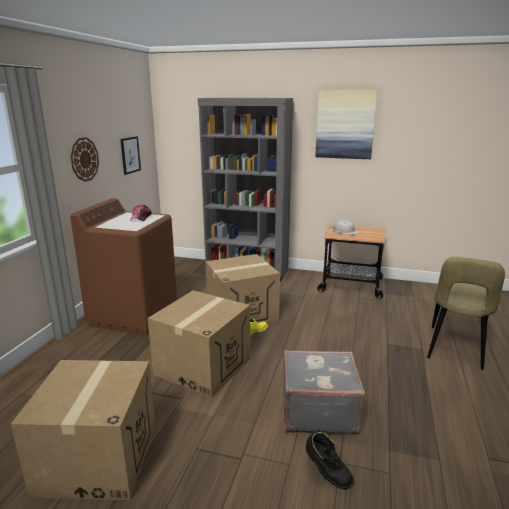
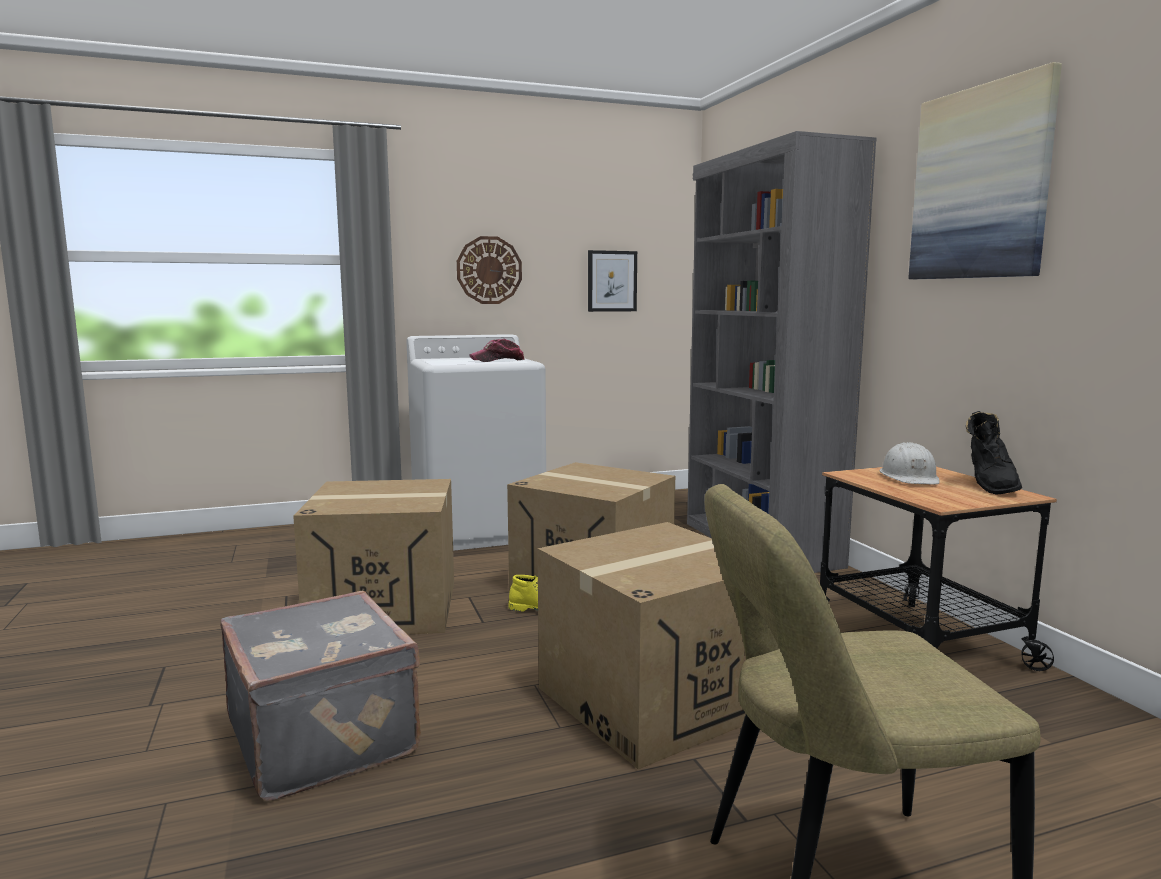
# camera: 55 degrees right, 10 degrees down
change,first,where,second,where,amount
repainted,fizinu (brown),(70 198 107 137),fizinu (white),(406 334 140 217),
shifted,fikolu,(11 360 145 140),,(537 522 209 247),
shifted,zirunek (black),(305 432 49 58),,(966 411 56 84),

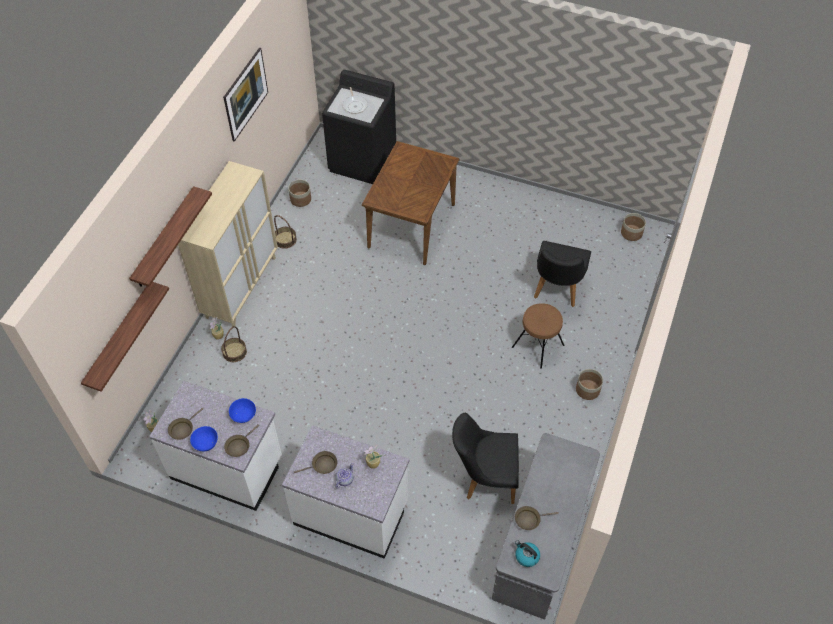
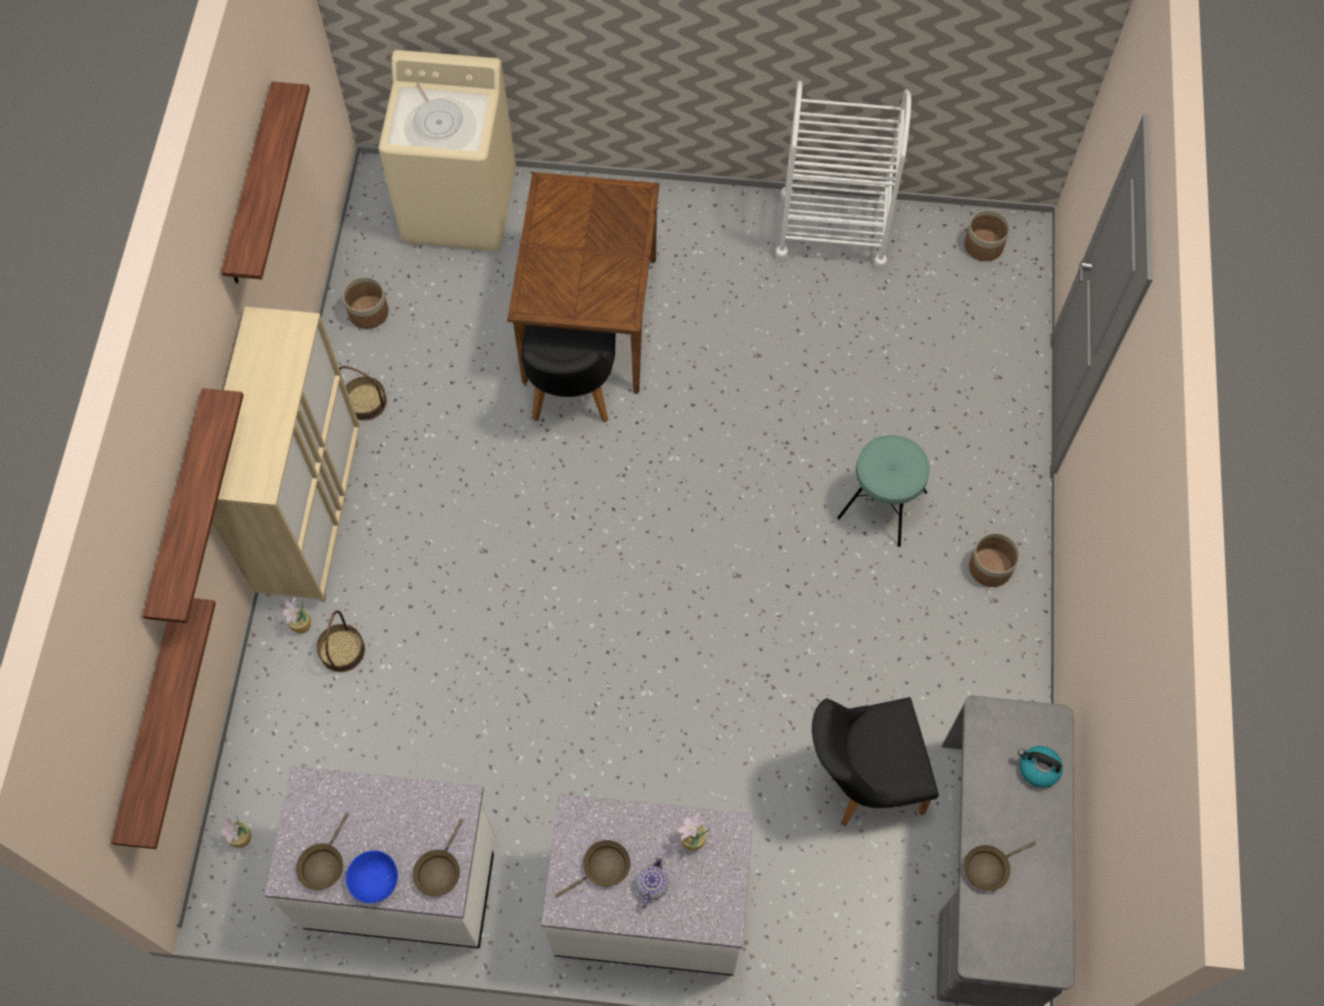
# camera: 15 degrees left, 10 degrees up
change,first,where,second,where,amount
swapped,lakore,(223 48 45 94),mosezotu,(221 82 89 202),
repainted,fizinu (black),(322 70 74 114),fizinu (beige),(378 50 138 201),
shifted,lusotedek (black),(534 241 57 66),,(521 325 95 97),
new,,,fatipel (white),(775 81 136 189),
repainted,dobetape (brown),(512 303 52 66),dobetape (turquoise),(837 435 93 112),
shifted,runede,(515 540 25 27),,(1018 746 45 42),
gone,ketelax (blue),(229 398 27 25),,,

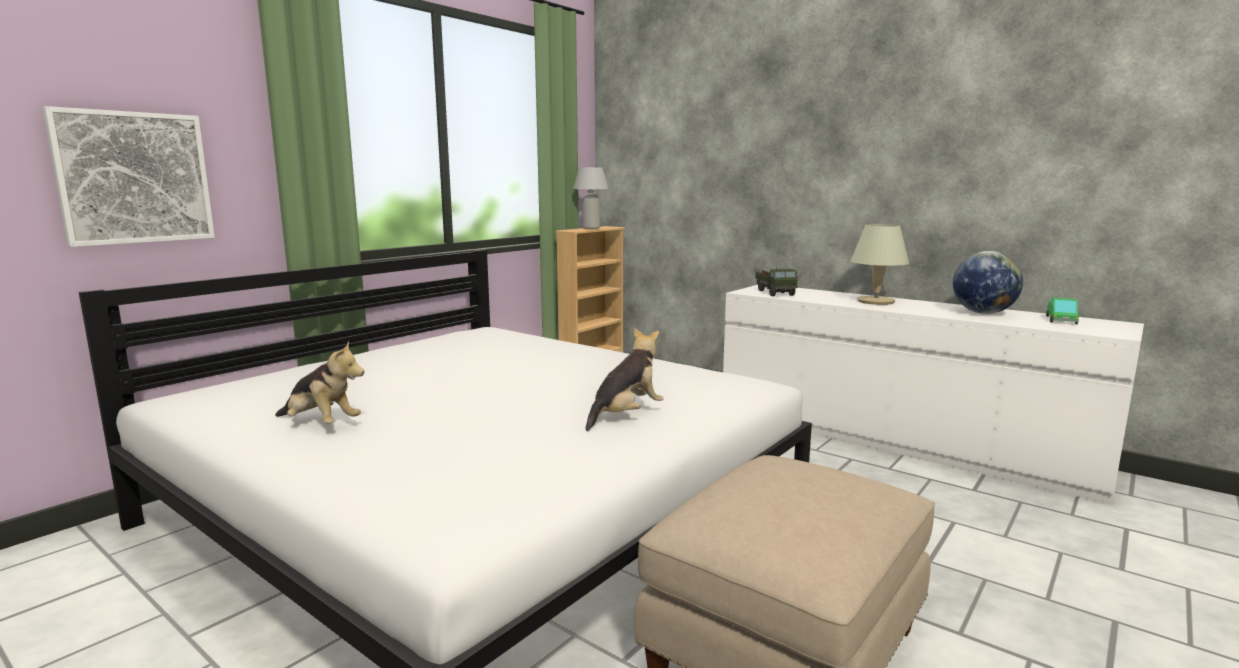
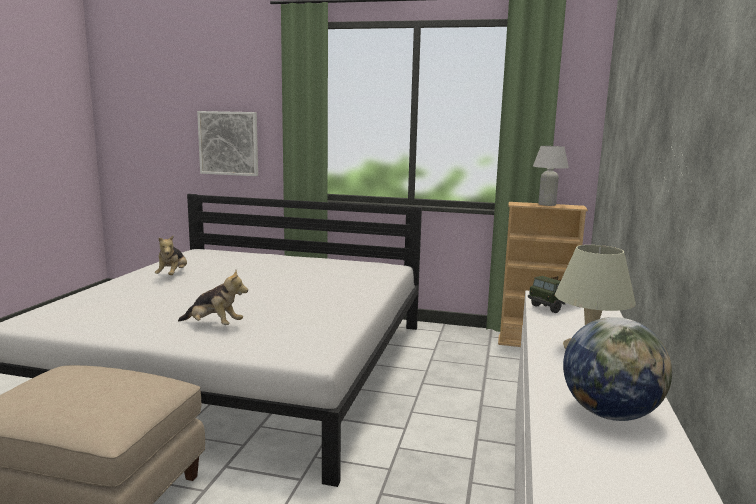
# camera: 65 degrees right, 0 degrees up
change,first,where,second,where,amount
gone,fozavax,(1046 298 35 26),,,

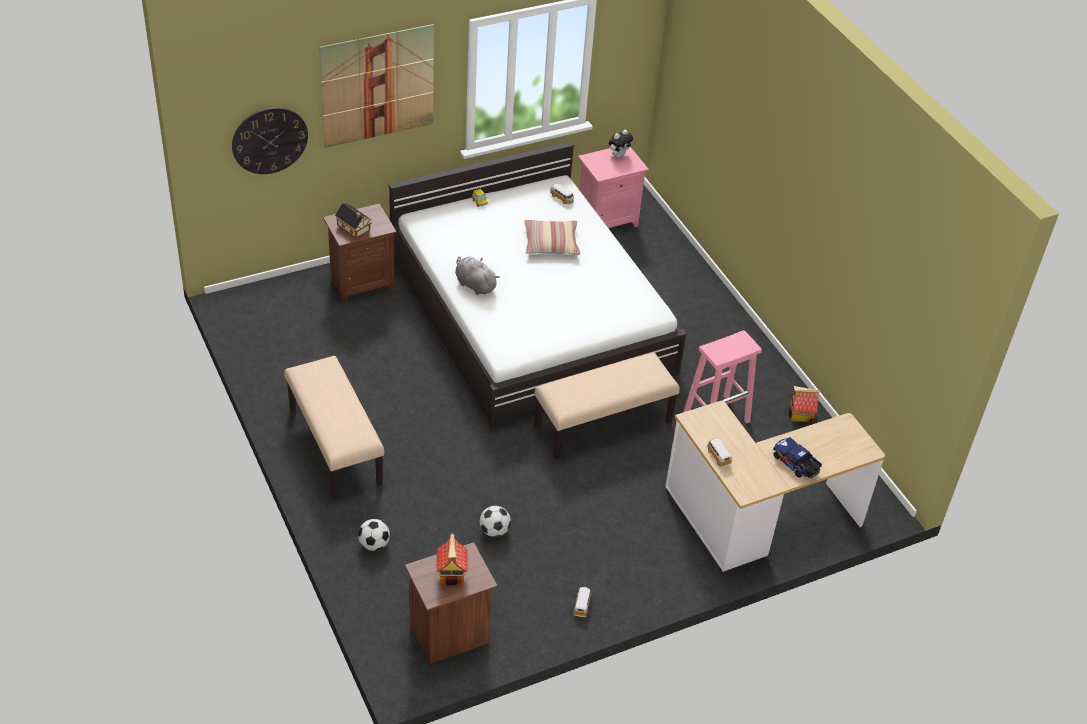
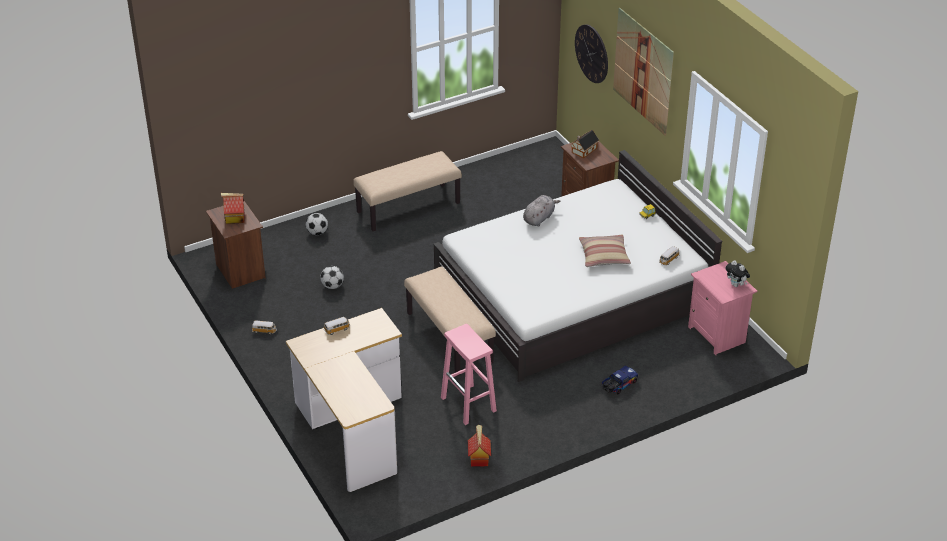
# camera: 90 degrees right, 5 degrees down
change,first,where,second,where,amount
shifted,fozavax,(773 437 49 41),,(602 366 36 28),

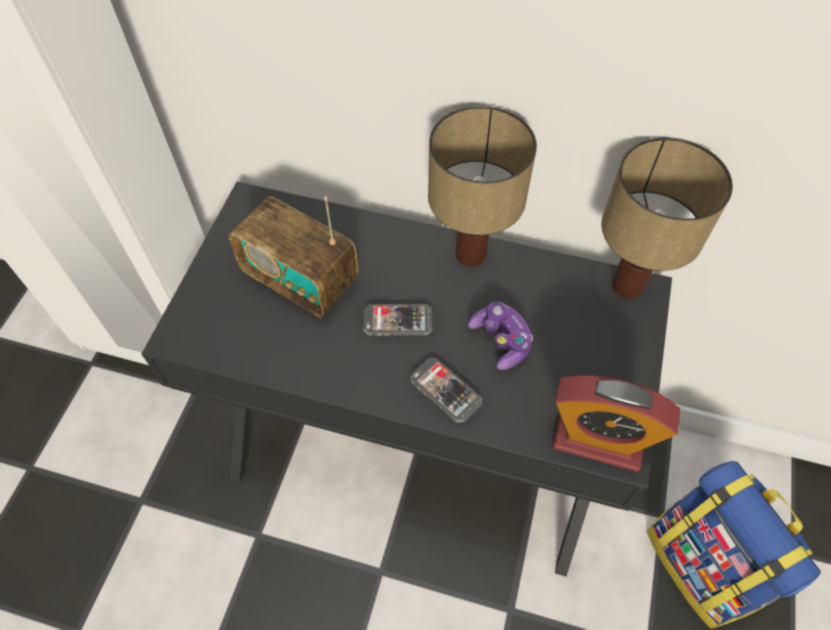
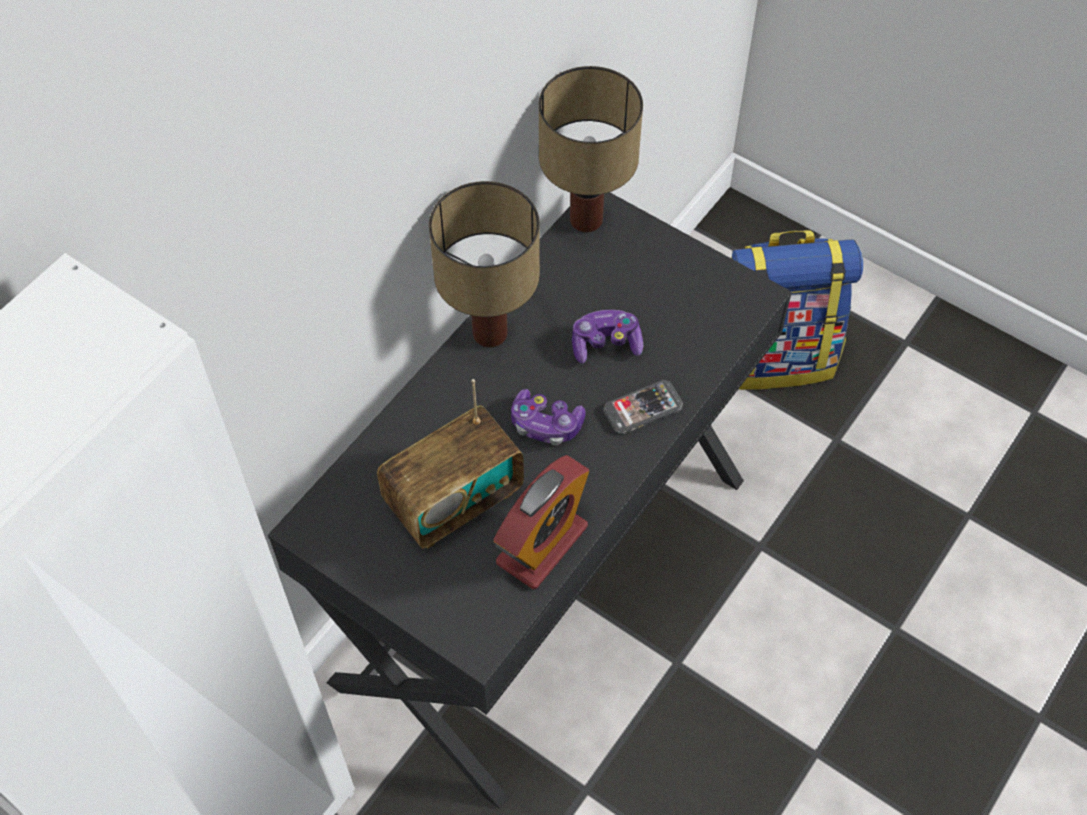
# camera: 70 degrees left, 0 degrees up
change,first,where,second,where,amount
shifted,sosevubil,(553 375 128 97),,(494 455 95 135),
swapped,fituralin,(363 304 70 32),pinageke,(511 389 74 56),

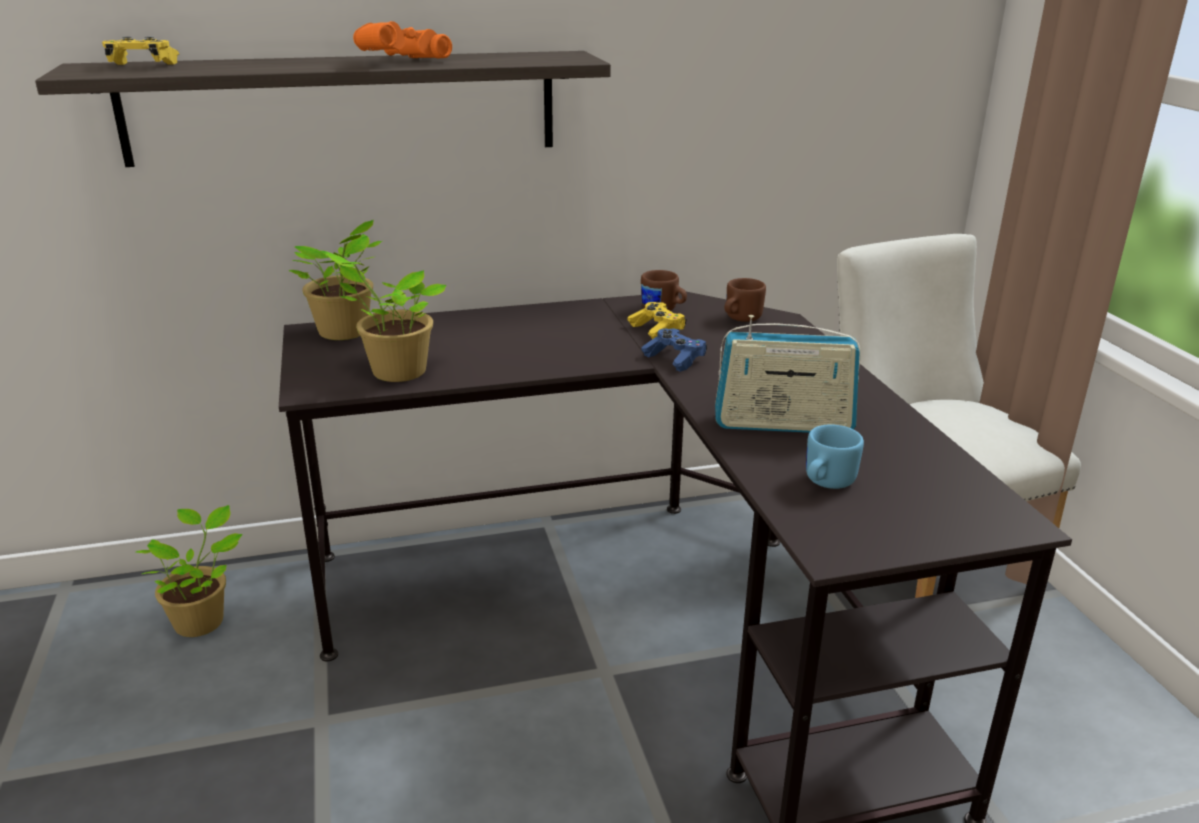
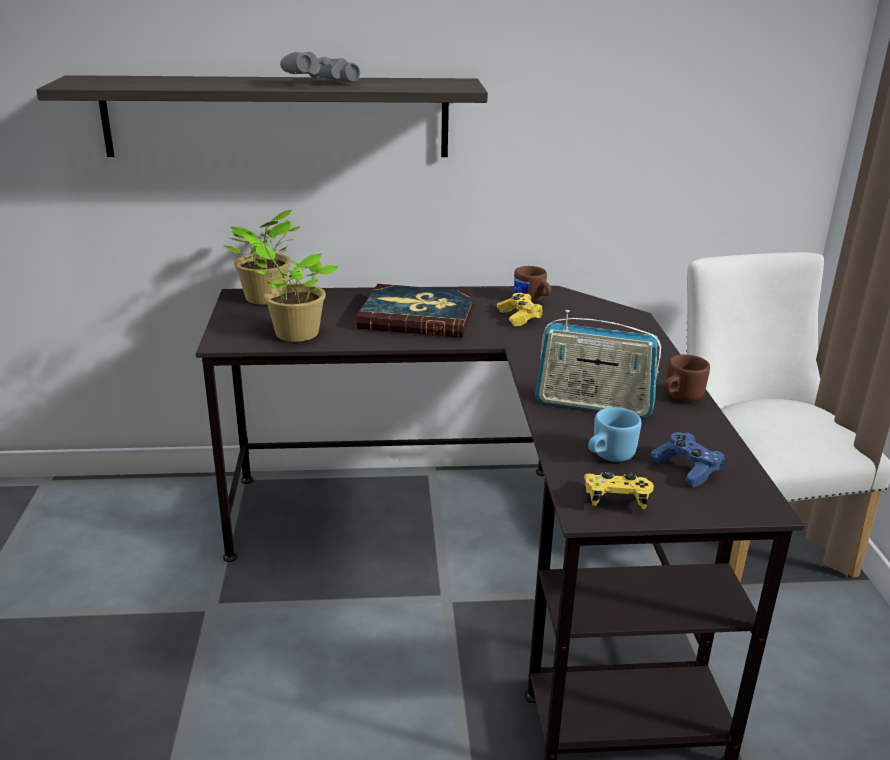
# camera: 10 degrees right, 0 degrees up
change,first,where,second,where,amount
repainted,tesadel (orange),(353 21 99 37),tesadel (grey),(280 52 80 30),
new,,,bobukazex,(356 284 119 54),
shifted,pinageke (yellow),(102 36 77 29),,(584 471 70 38),
shifted,pinageke (blue),(641 328 66 44),,(650 432 76 55),
shifted,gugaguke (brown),(725 278 41 44),,(663 354 47 48),
gone,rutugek,(136 505 107 132),,,

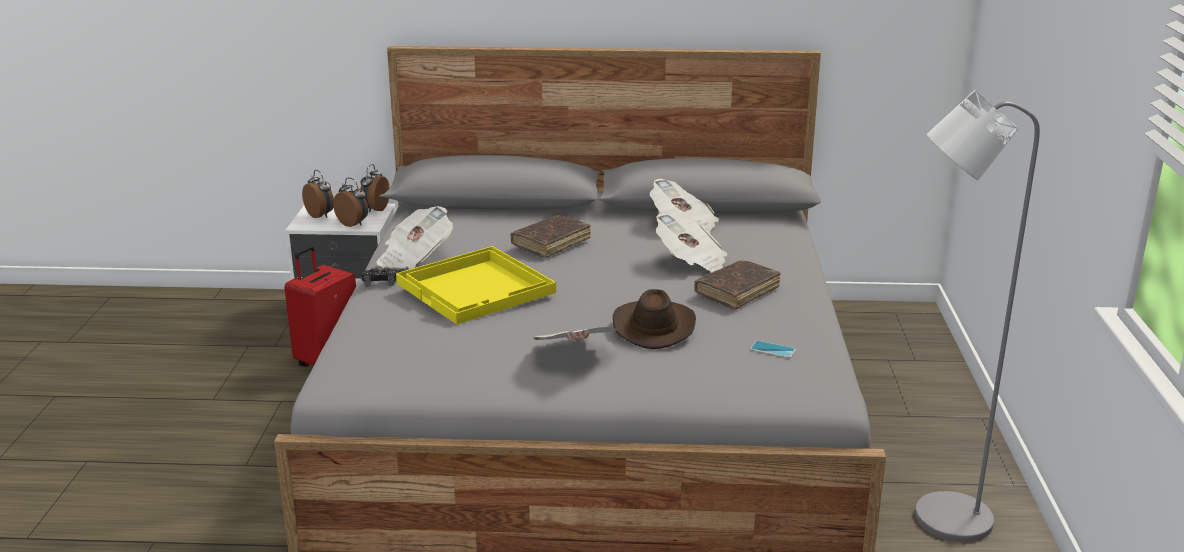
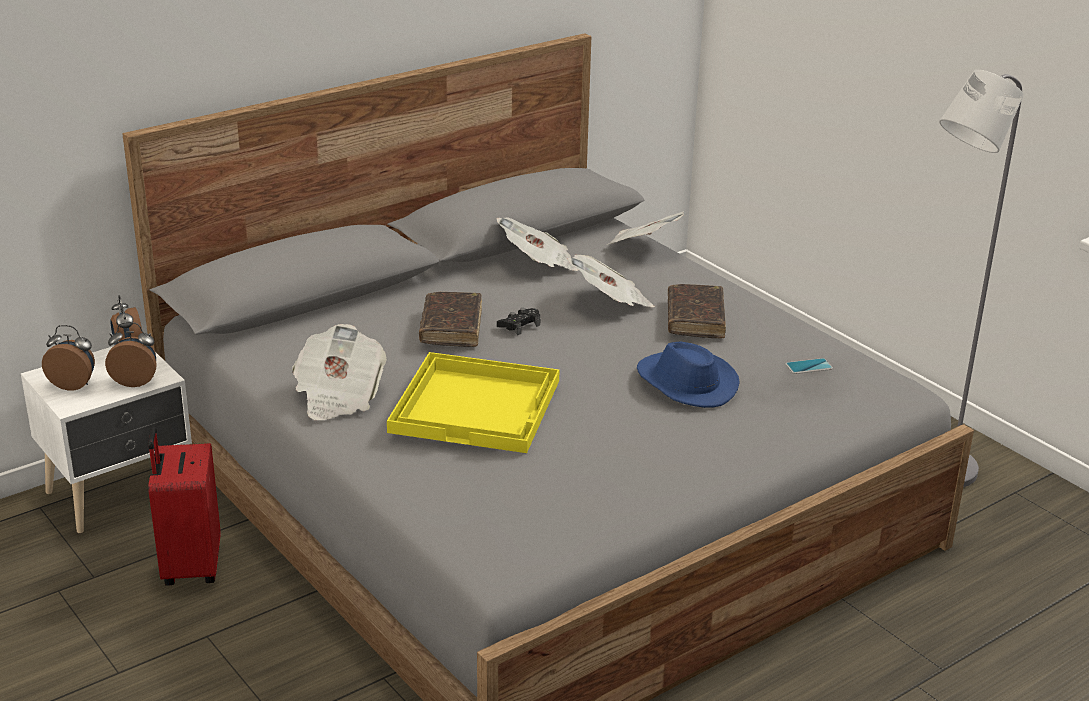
# camera: 40 degrees left, 5 degrees up
change,first,where,second,where,amount
shifted,pinageke (black),(361 267 39 20),,(497 308 43 27),
shifted,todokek,(534 327 83 16),,(606 211 78 34),
repainted,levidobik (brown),(613 289 83 60),levidobik (blue),(637 342 103 66),

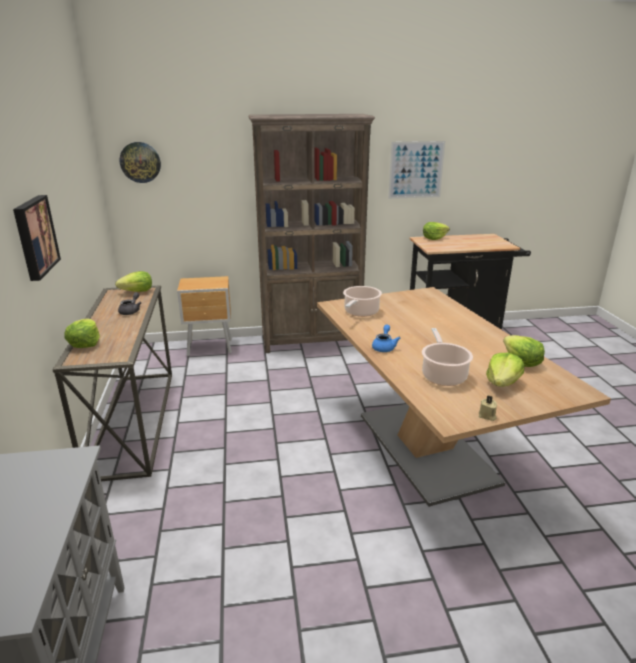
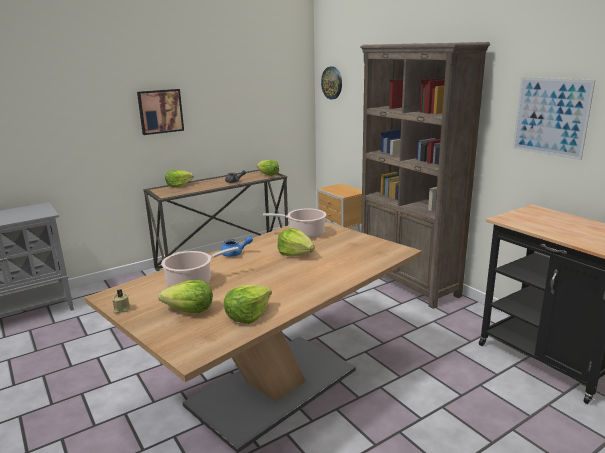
# camera: 65 degrees right, 5 degrees down
change,first,where,second,where,amount
shifted,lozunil,(423 222 27 18),,(277 228 38 28),

